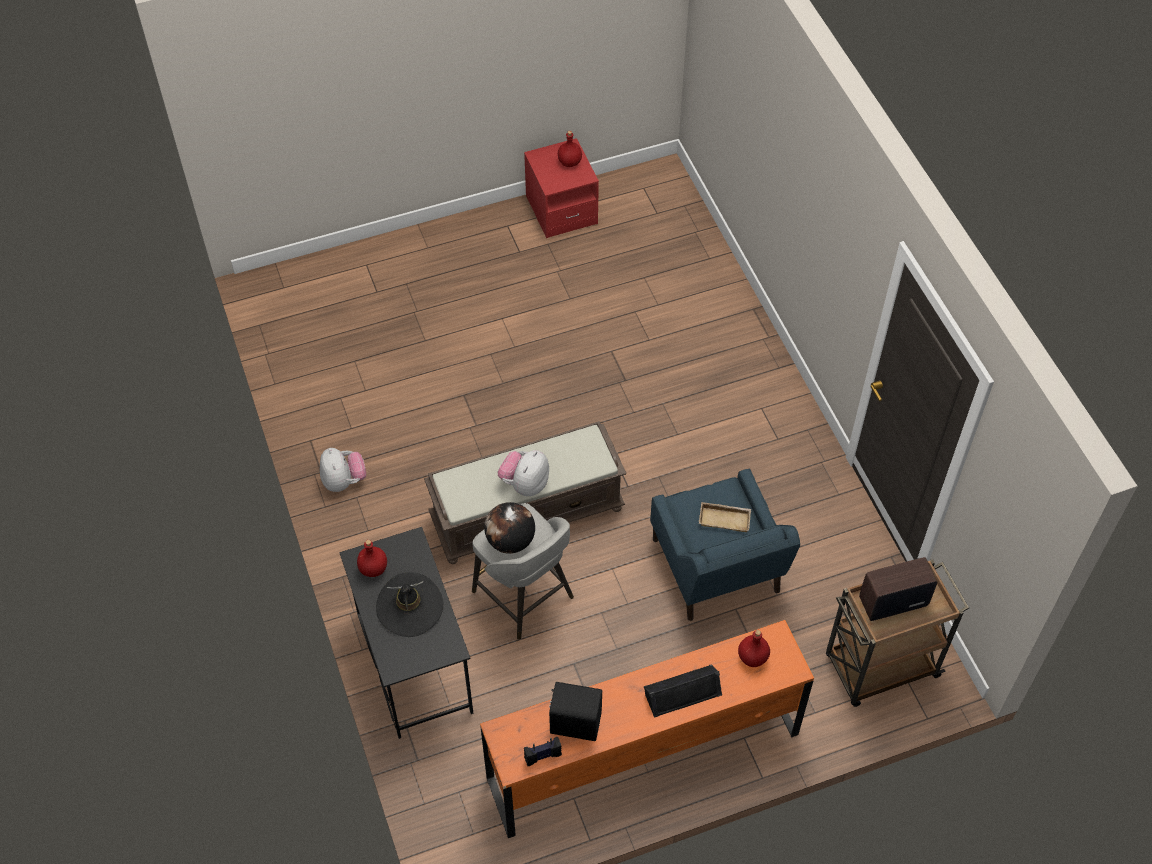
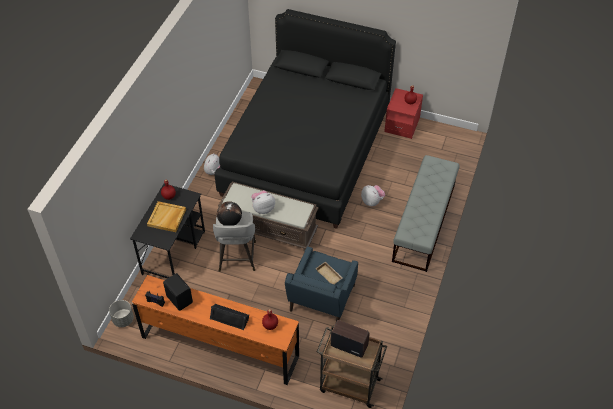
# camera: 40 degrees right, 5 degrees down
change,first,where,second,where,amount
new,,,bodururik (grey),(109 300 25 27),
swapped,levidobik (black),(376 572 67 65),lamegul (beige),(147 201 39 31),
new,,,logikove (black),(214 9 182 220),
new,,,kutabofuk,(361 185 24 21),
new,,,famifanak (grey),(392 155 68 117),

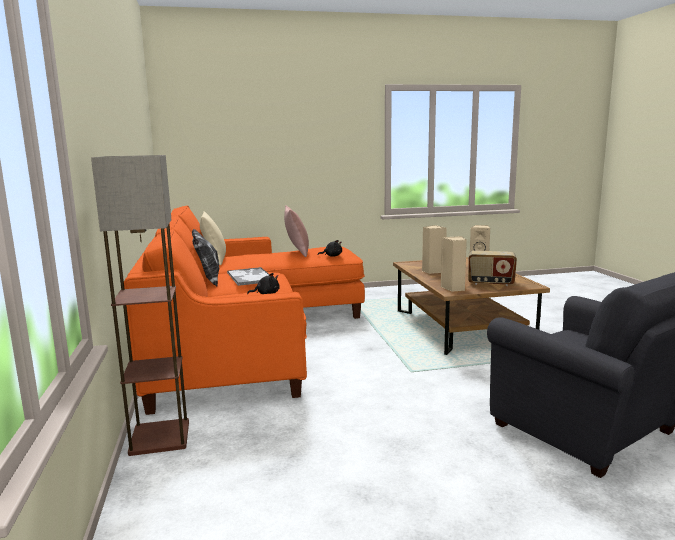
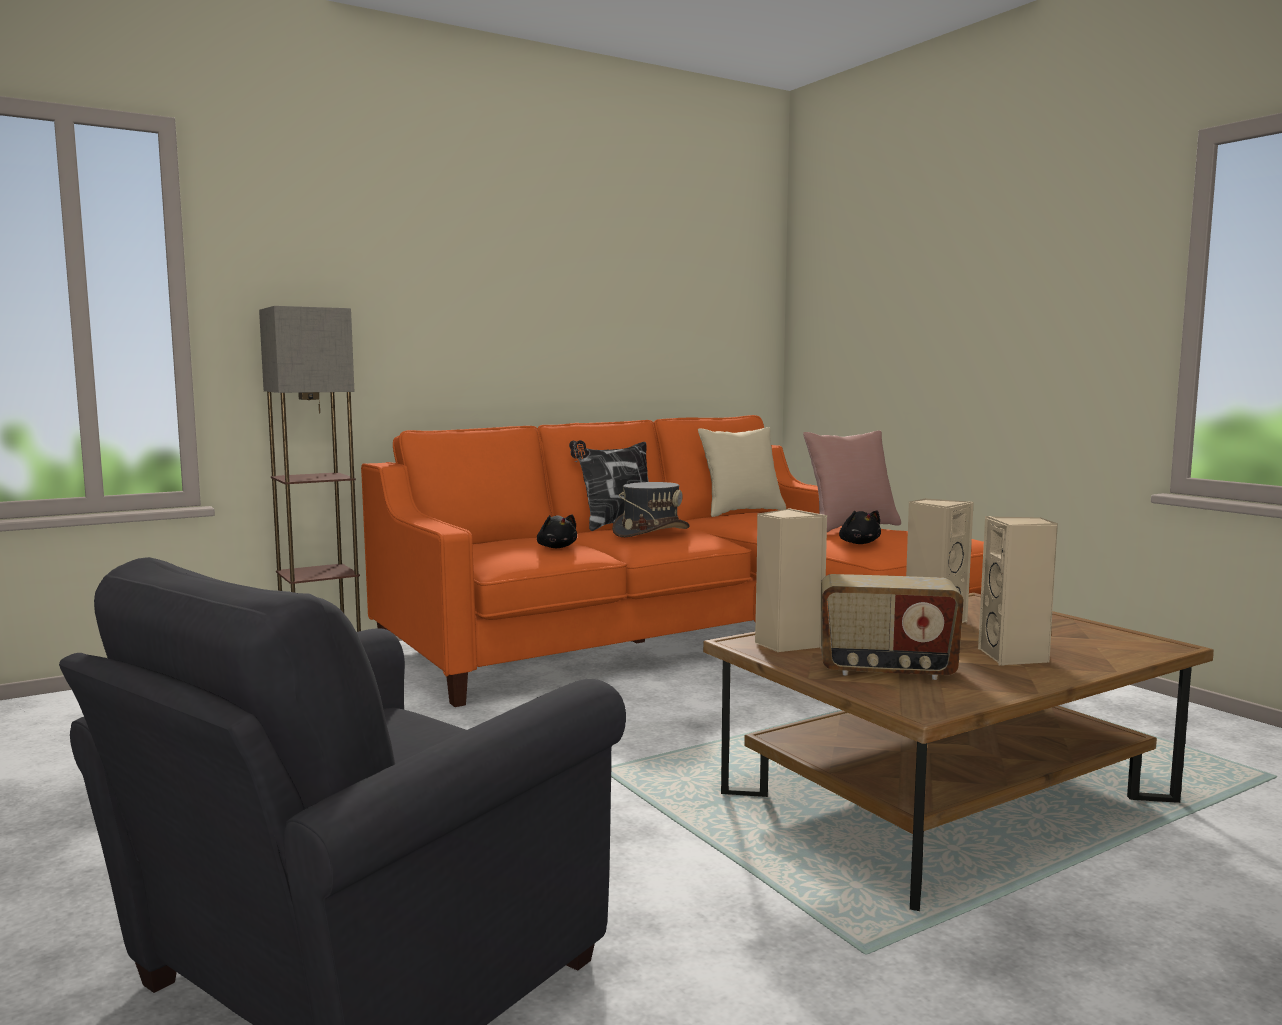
# camera: 70 degrees right, 5 degrees down
change,first,where,second,where,amount
swapped,lamegul,(227 267 42 19),levidobik (grey),(612 482 78 55),
rotated,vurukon,(468 251 49 35),,(821 574 143 106),75 degrees counterclockwise

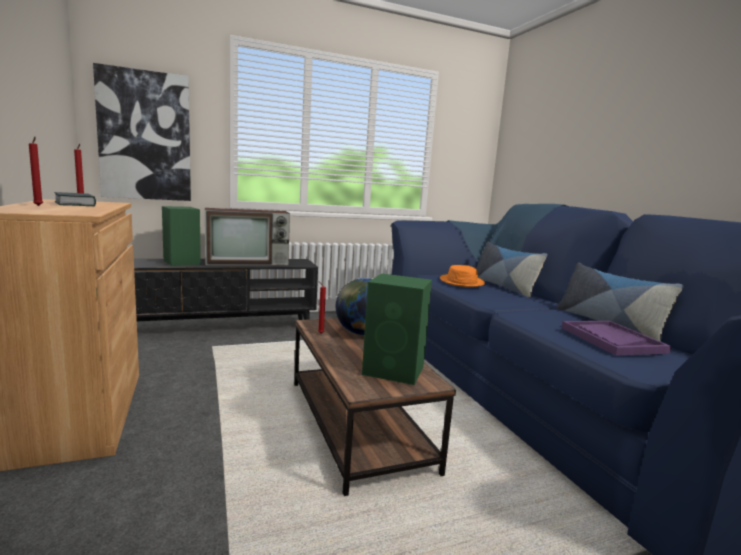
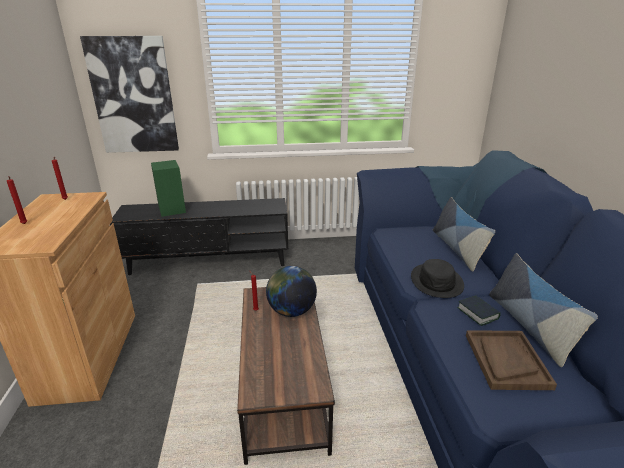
# camera: 15 degrees right, 15 degrees up
change,first,where,second,where,amount
new,,,levidobik (black),(411 259 53 39),
shifted,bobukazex,(54 192 42 14),,(457 295 44 31),
repainted,lamegul (purple),(561 321 110 35),lamegul (brown),(466 330 91 60),
gone,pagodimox,(205 208 85 57),,,
gone,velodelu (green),(362 273 70 112),,,
gone,levidobik (orange),(440 265 45 22),,,

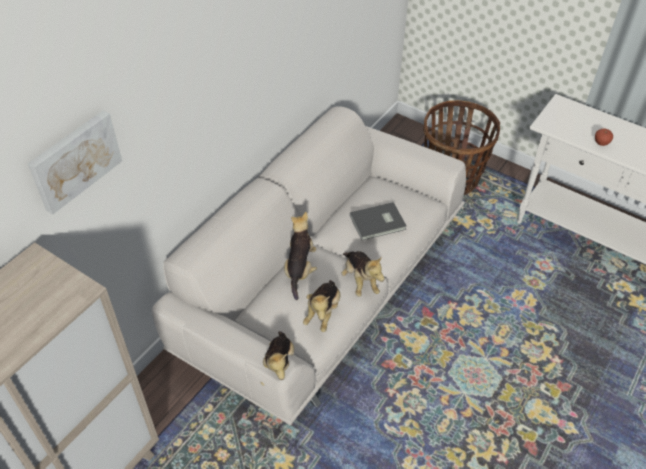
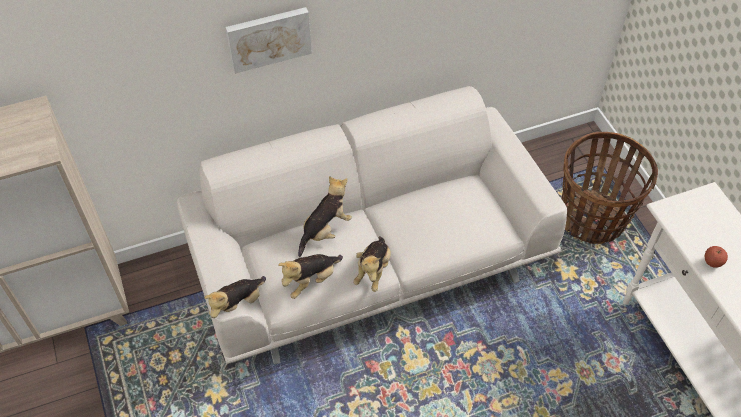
# camera: 35 degrees right, 5 degrees up
change,first,where,second,where,amount
shifted,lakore,(27 111 95 104),,(226 7 86 67),
gone,bobukazex (grey),(350 202 57 38),,,

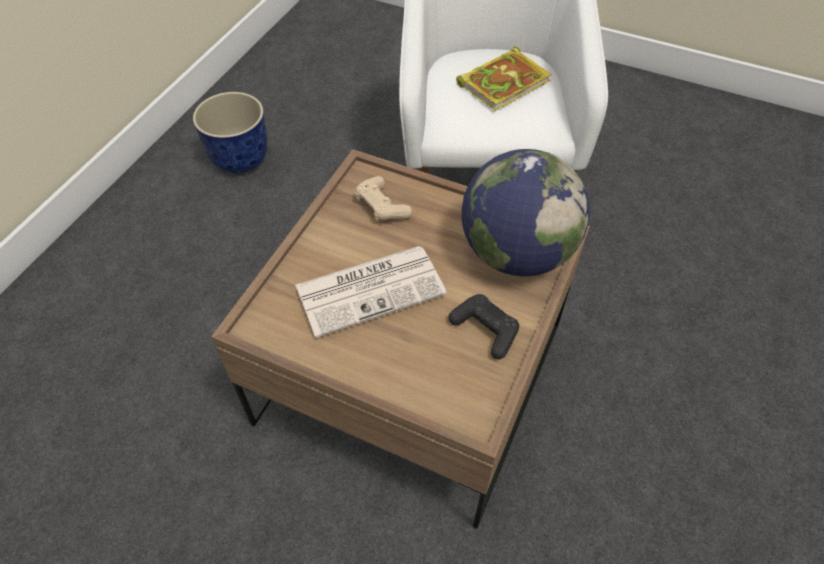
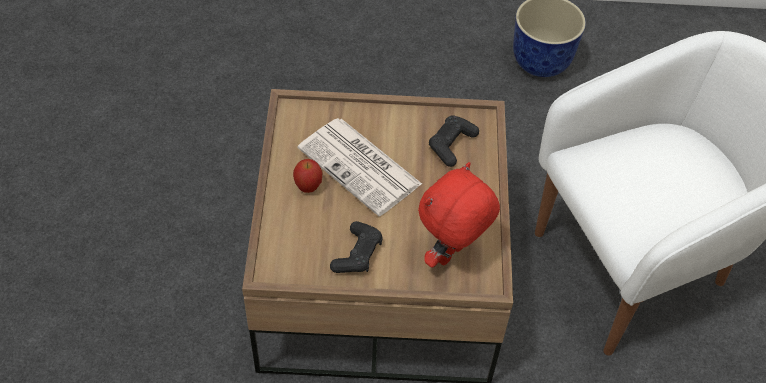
# camera: 65 degrees right, 0 degrees up
change,first,where,second,where,amount
new,,,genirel,(293 159 30 34),
swapped,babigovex,(461 149 129 127),kutabofuk (red),(418 162 82 106),
repainted,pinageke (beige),(355 176 57 46),pinageke (black),(429 115 50 52),
gone,bobukazex,(456 46 96 65),,,

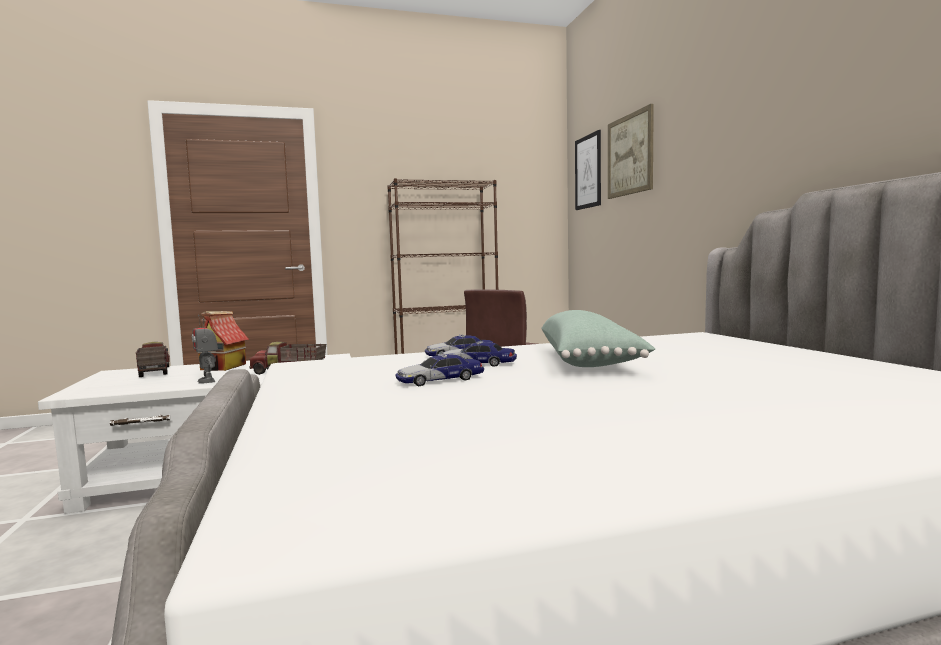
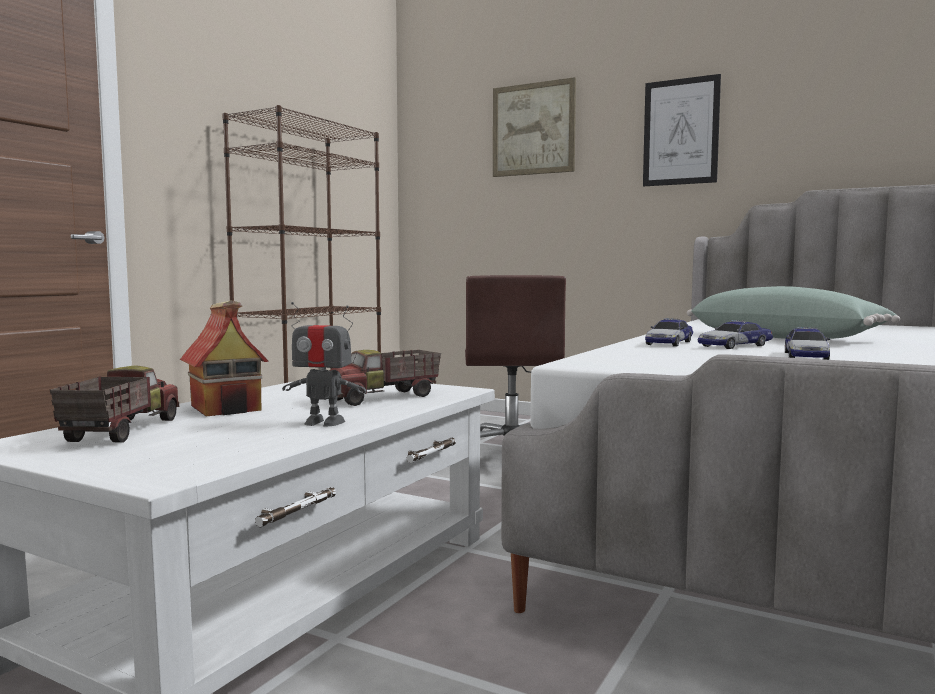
# camera: 45 degrees left, 0 degrees up
change,first,where,second,where,amount
rotated,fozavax,(136 342 34 35),,(50 365 129 77),75 degrees clockwise
shifted,lakore,(575 130 26 80),,(643 74 78 112),

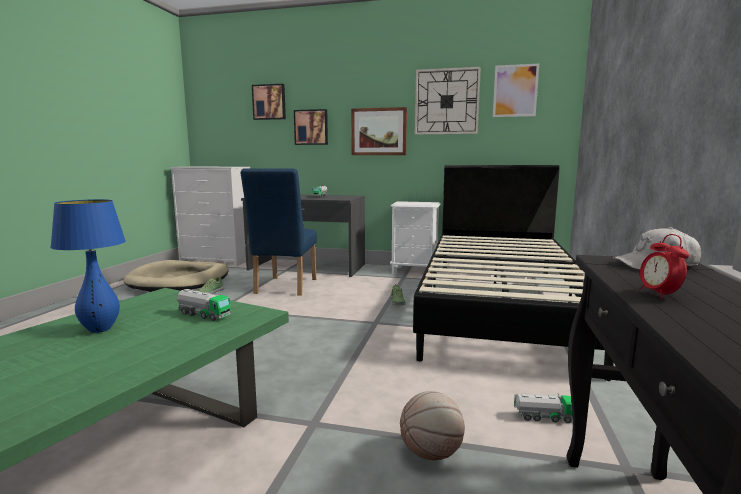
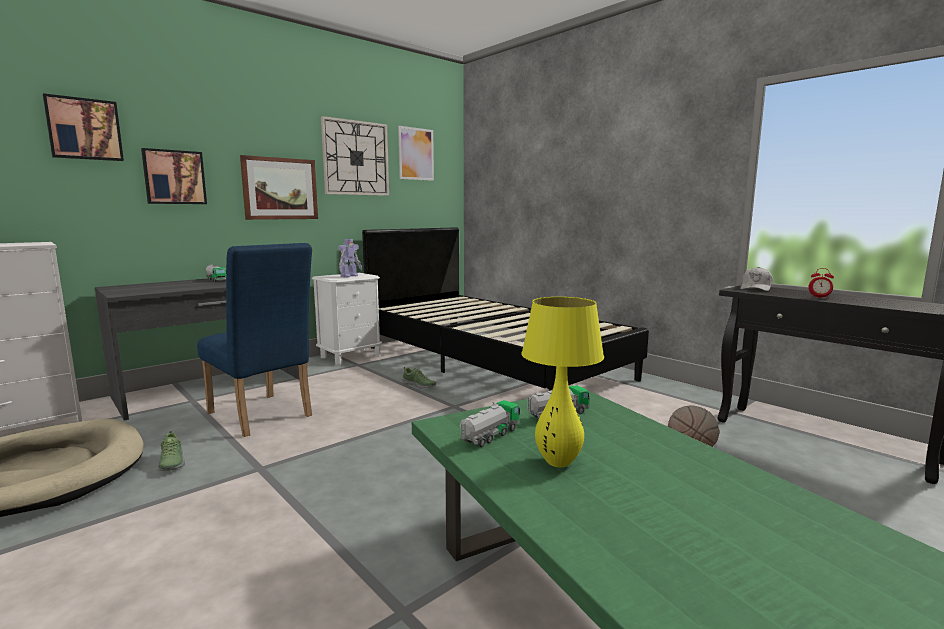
# camera: 55 degrees left, 0 degrees up
change,first,where,second,where,amount
new,,,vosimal,(338 239 24 38),
shifted,fozavax,(514 393 59 30),,(460 400 60 47),
repainted,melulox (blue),(50 199 76 134),melulox (yellow),(522 297 82 170),

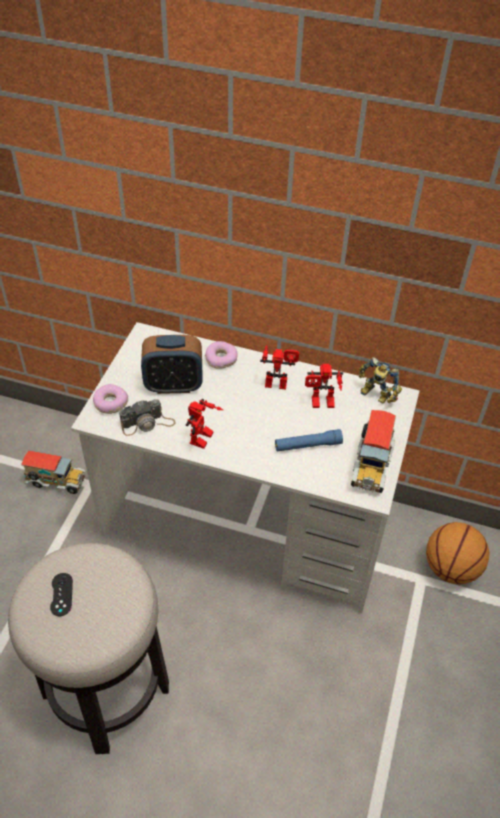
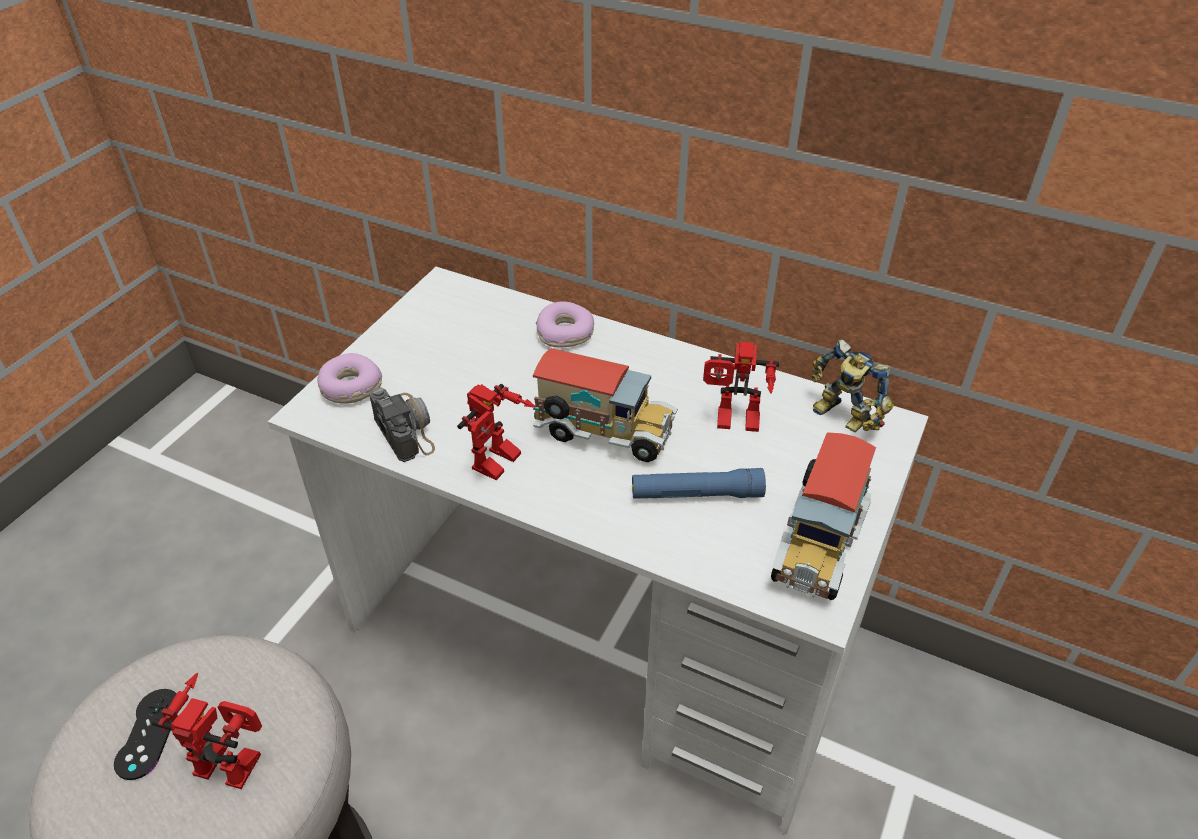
# camera: 10 degrees right, 5 degrees down
change,first,where,second,where,amount
shifted,vosimal,(260 345 39 44),,(152 673 110 116),
rotated,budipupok,(119 399 56 37),,(370 387 65 75),105 degrees counterclockwise
shifted,fozavax,(21 450 65 44),,(533 348 145 114),
gone,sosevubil,(141 335 62 59),,,
gone,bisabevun,(426 522 64 63),,,

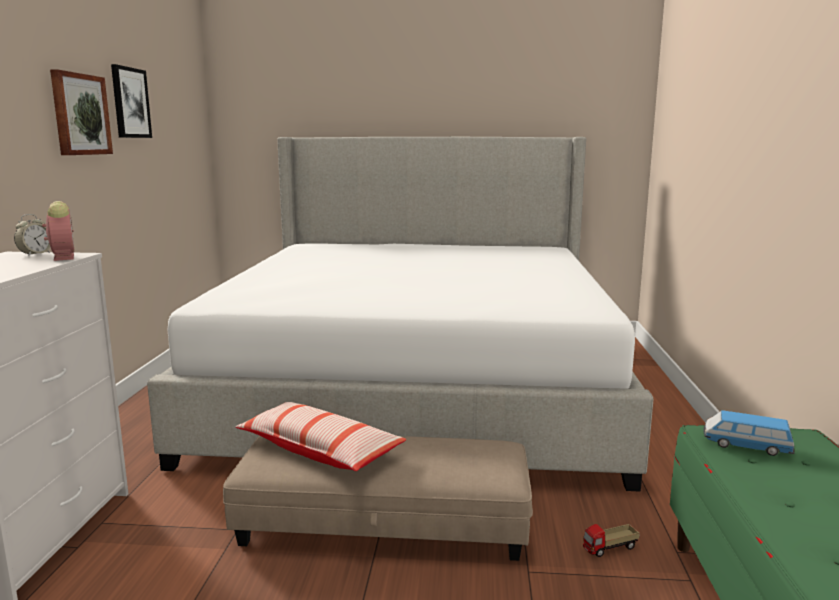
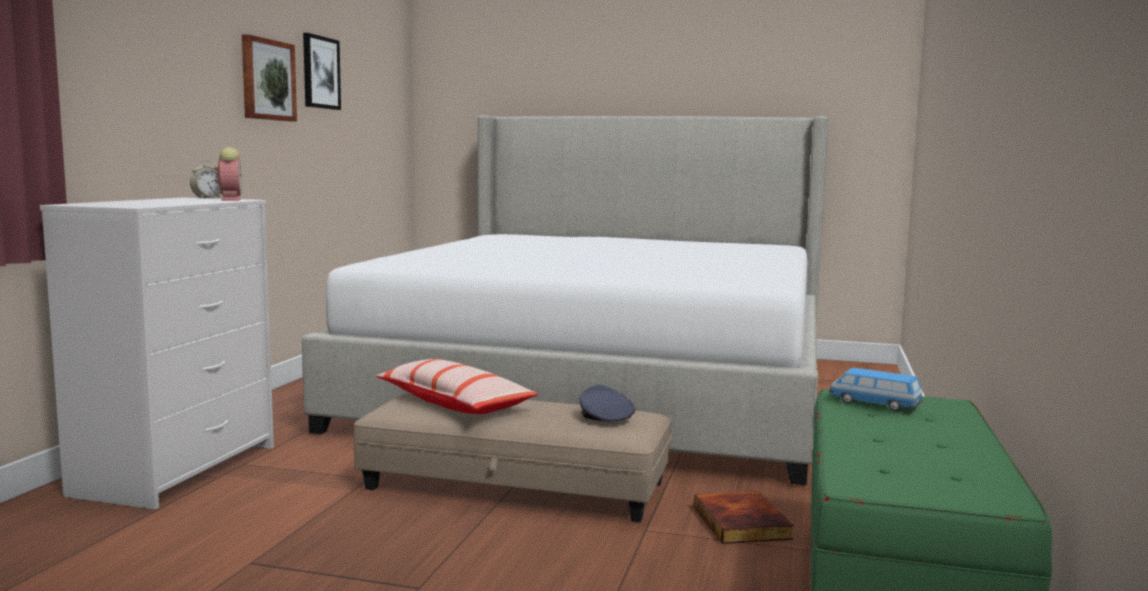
# camera: 10 degrees right, 5 degrees down
change,first,where,second,where,amount
new,,,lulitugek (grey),(579 384 56 38),
swapped,fozavax,(583 524 57 33),bobukazex,(694 491 99 53),

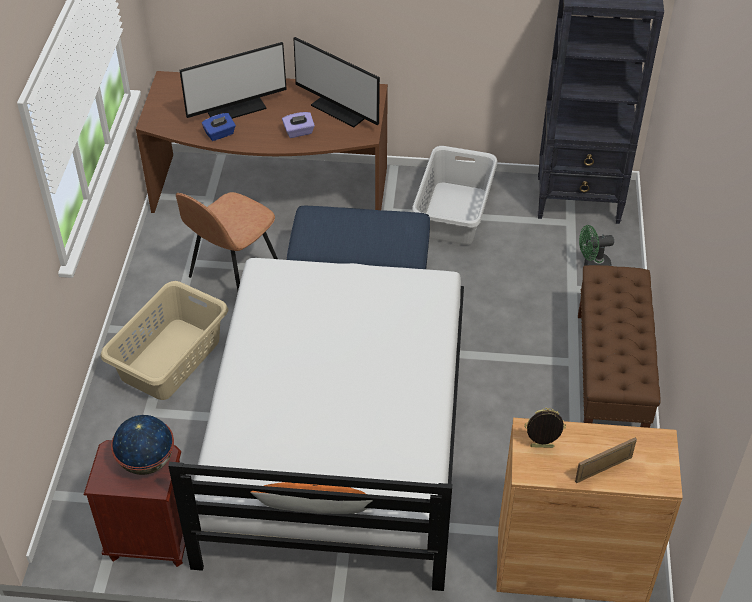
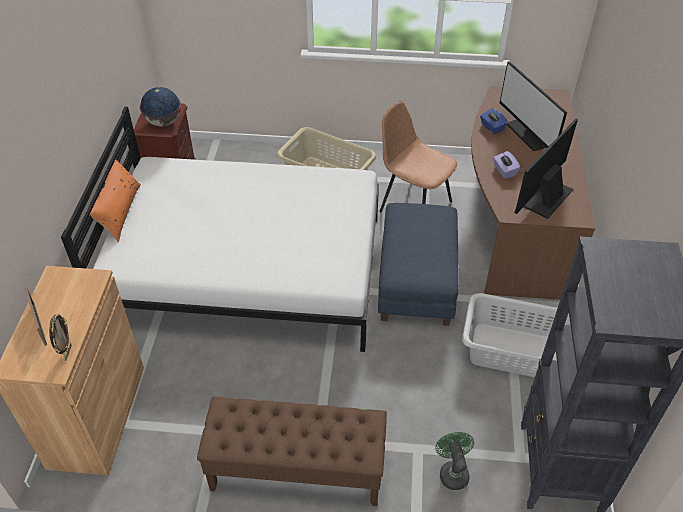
# camera: 90 degrees right, 0 degrees up
change,first,where,second,where,amount
shifted,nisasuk,(524 408 42 40),,(49 313 23 48),

